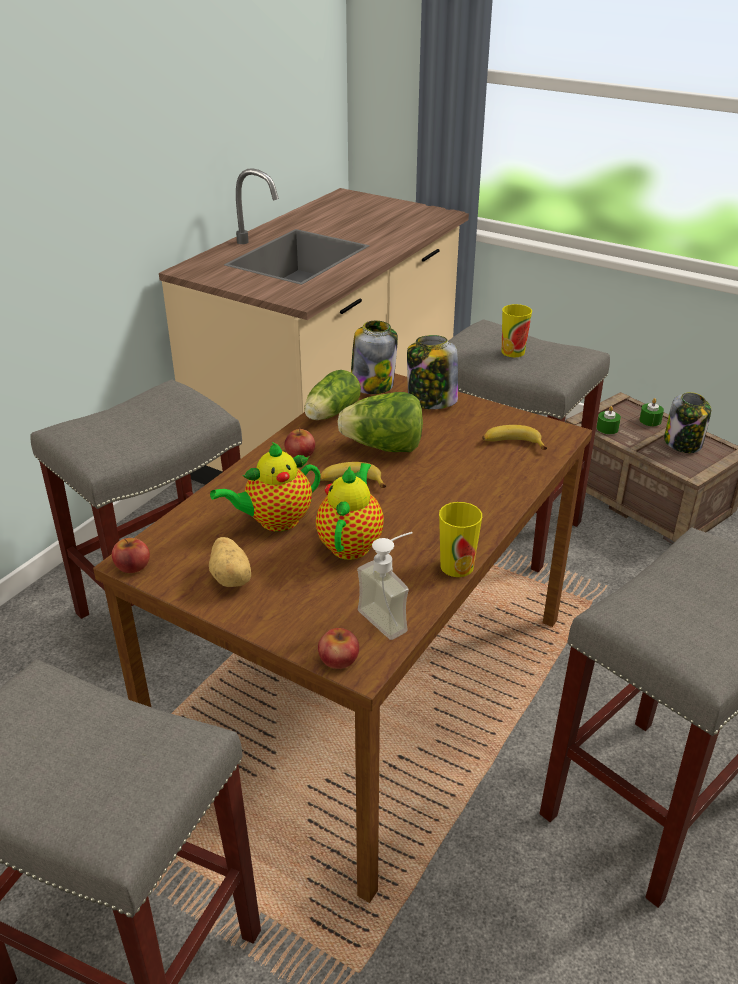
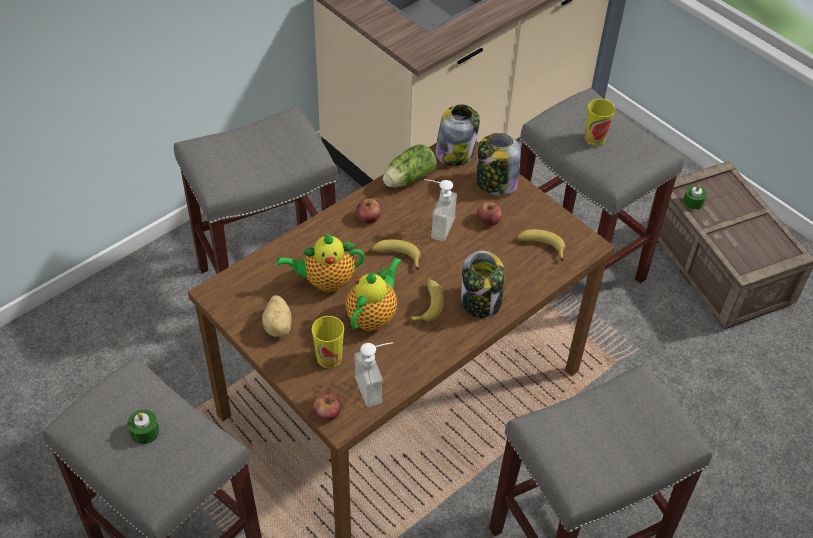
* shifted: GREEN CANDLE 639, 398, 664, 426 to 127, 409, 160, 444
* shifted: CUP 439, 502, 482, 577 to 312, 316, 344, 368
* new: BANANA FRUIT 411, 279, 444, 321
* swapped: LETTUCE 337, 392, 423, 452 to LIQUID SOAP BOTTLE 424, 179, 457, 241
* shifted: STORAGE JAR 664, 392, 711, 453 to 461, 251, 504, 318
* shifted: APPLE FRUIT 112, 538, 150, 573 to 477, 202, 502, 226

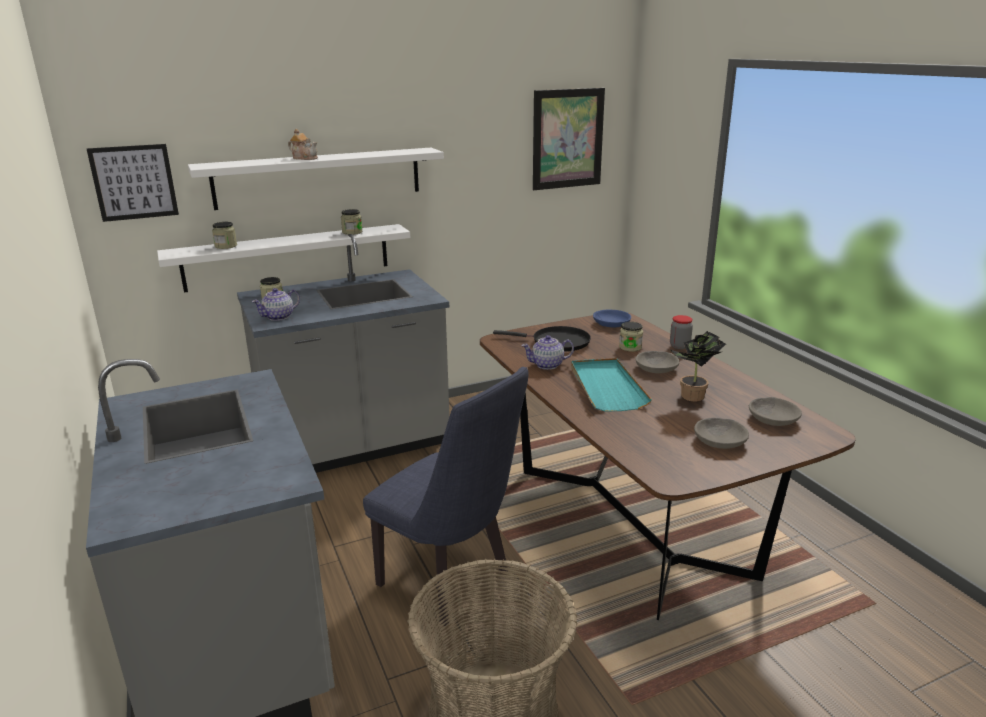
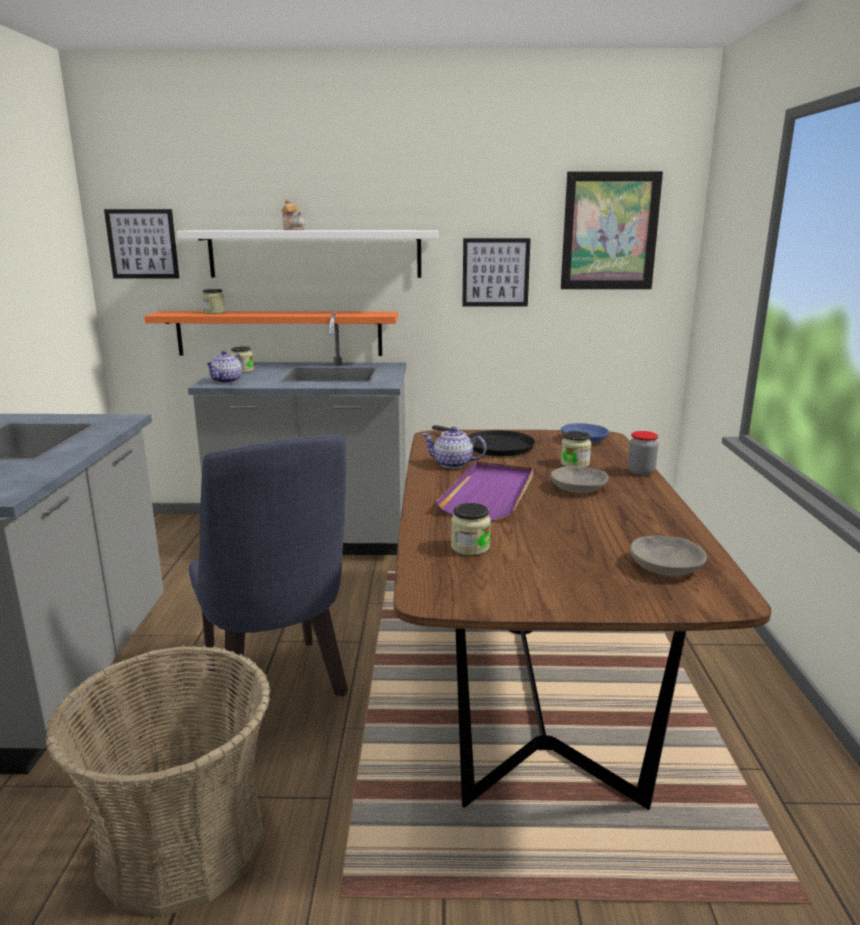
* repainted: WHITE-COLOURED SHELF 157, 224, 410, 293 to ORANGE-COLOURED SHELF 144, 311, 398, 356
* rotated: TEA POT 252, 288, 300, 321 = 206, 350, 243, 384 45 degrees counterclockwise
* repainted: TURQUOISE CARRYING TRAY 571, 358, 652, 412 to PURPLISH CARRYING TRAY 435, 462, 533, 521
* shifted: STORAGE JAR 341, 209, 362, 235 to 451, 503, 491, 555
* new: PICTURE 462, 238, 531, 307
* gone: POTTED PLANT 671, 331, 726, 401
* gone: GREYISH SERVING BOWL 694, 418, 749, 449

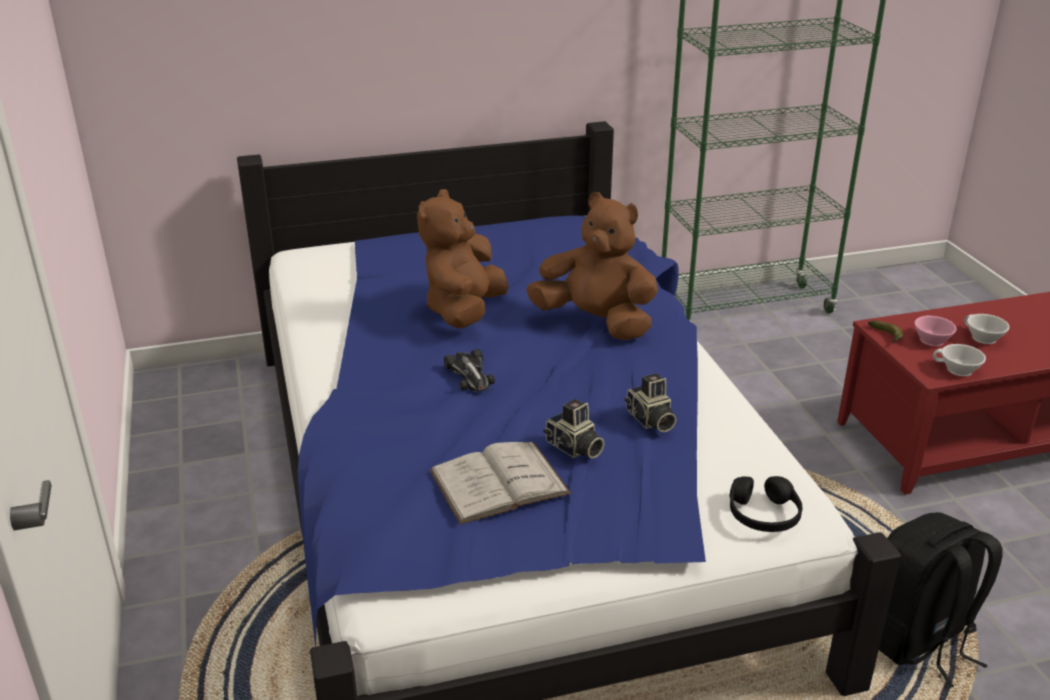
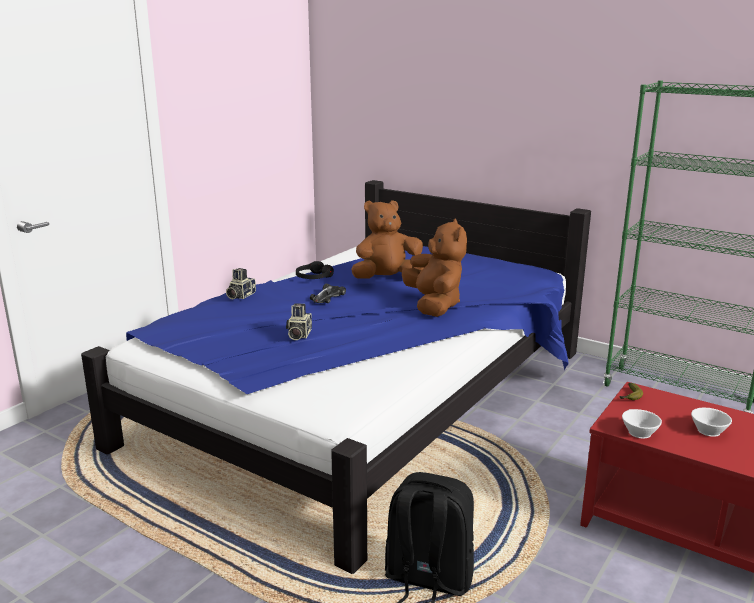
* shifted: STILL CAMERA 624, 373, 677, 432 to 226, 268, 256, 299
* shifted: BLACK-COLOURED HEADSET 729, 476, 802, 532 to 296, 261, 334, 279
* gone: WHITE-COLOURED VOLUME 429, 442, 571, 524
* gone: PINK-COLOURED CUP 914, 315, 957, 346

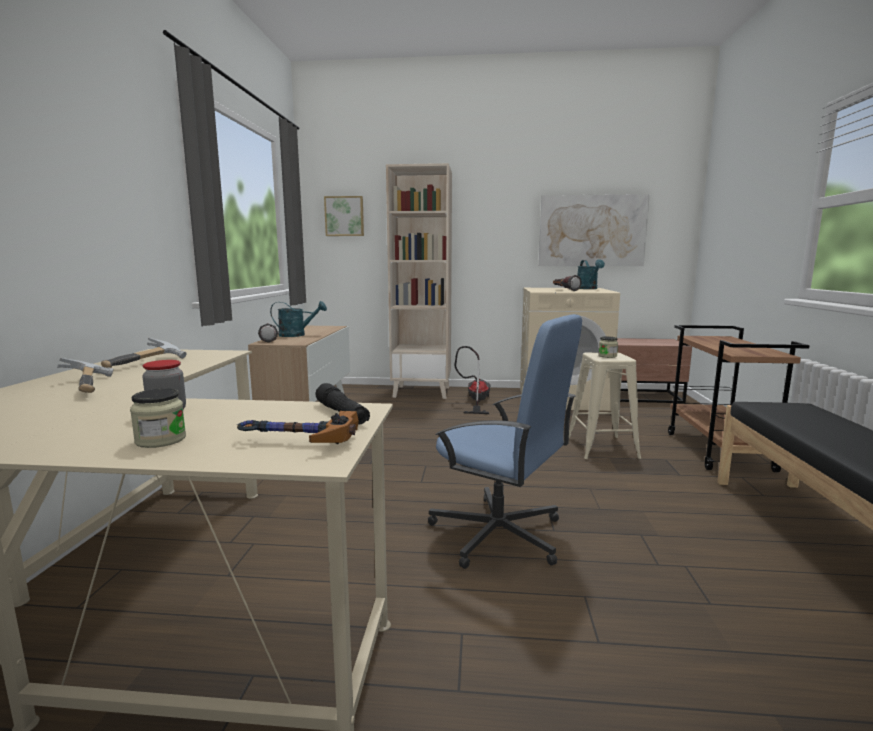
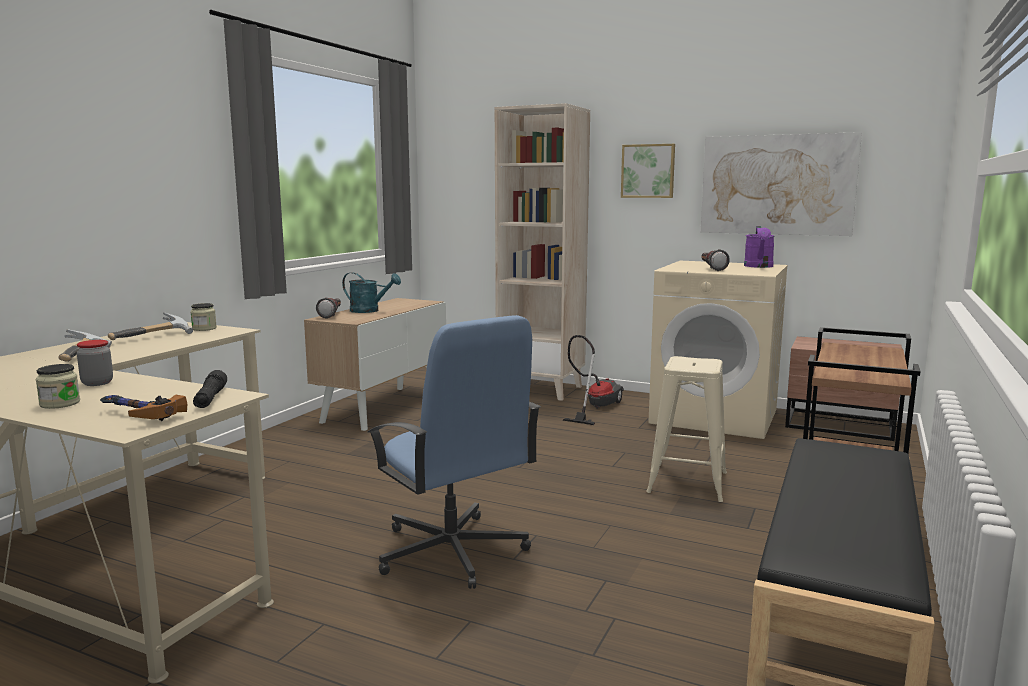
* shifted: STORAGE JAR 598, 336, 618, 358 to 190, 303, 217, 331
* shifted: PICTURE 324, 196, 364, 236 to 621, 144, 675, 198
* repainted: TURQUOISE SPRINKLING CAN 577, 259, 605, 289 to PURPLISH SPRINKLING CAN 744, 226, 775, 268

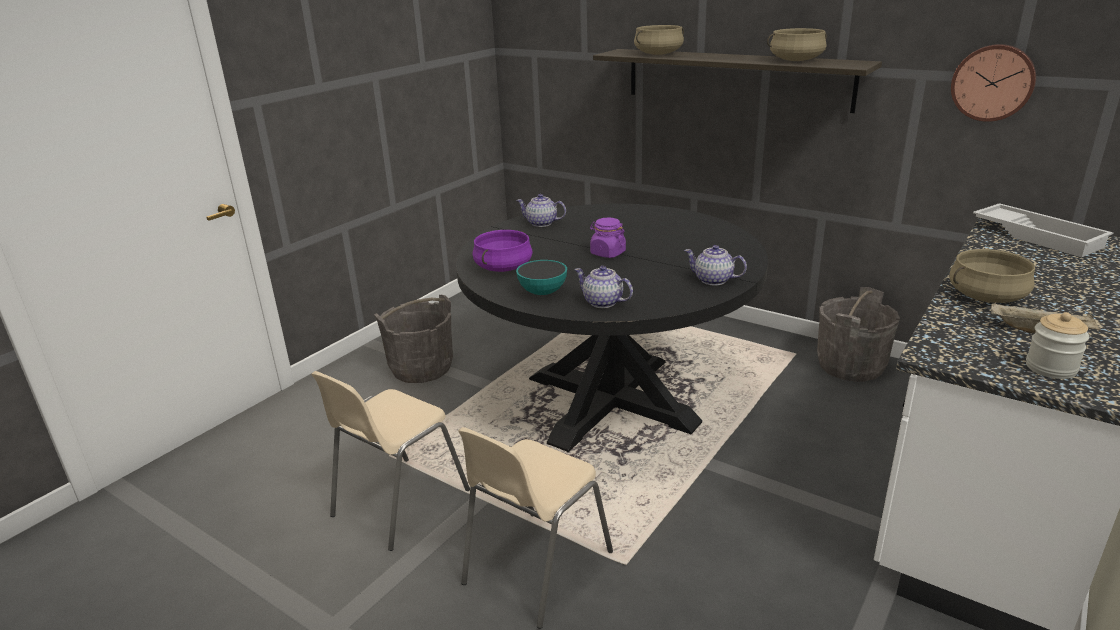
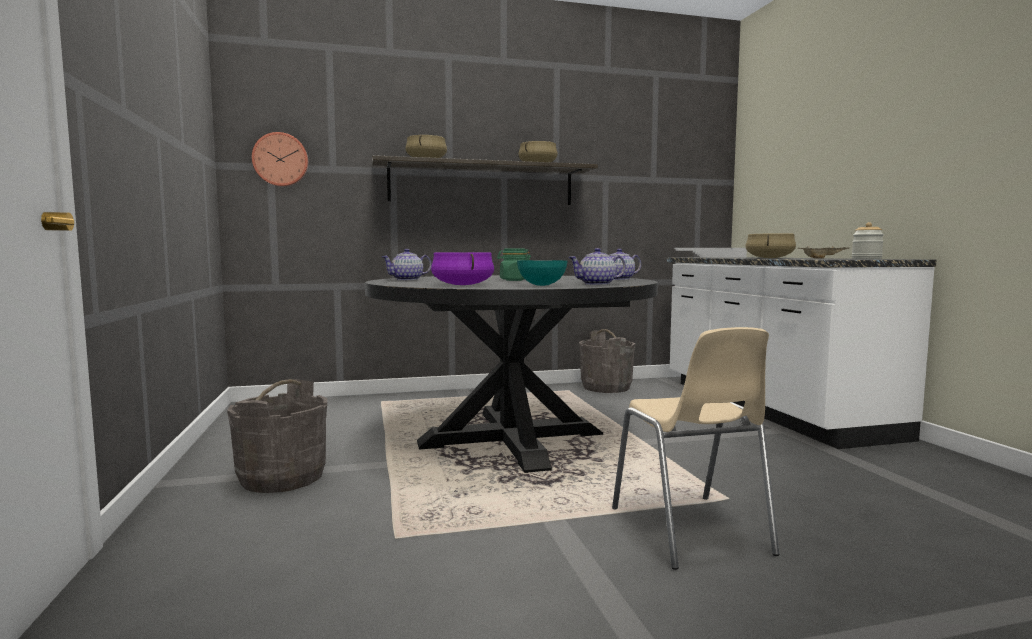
* shifted: HANGING CLOCK 951, 44, 1036, 122 to 252, 132, 308, 187
* repainted: PURPLISH STORAGE JAR 590, 218, 626, 258 to GREEN STORAGE JAR 497, 248, 531, 281
* gone: BEIGE UPRIGHT CHAIR 311, 371, 470, 551

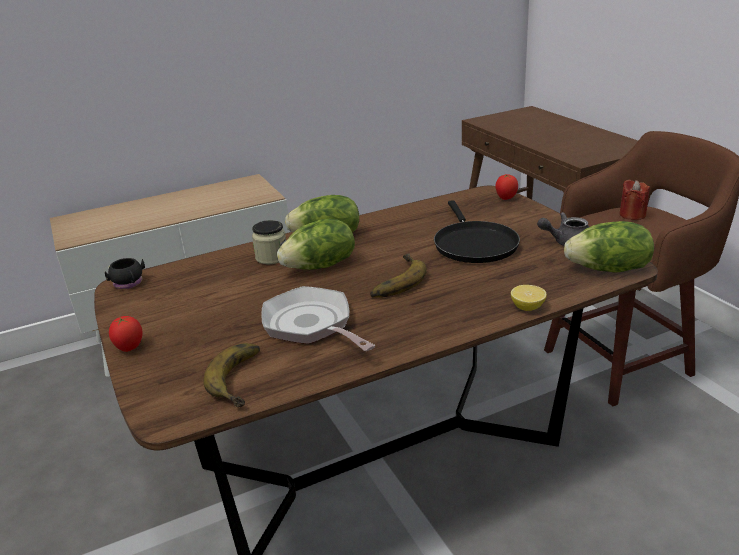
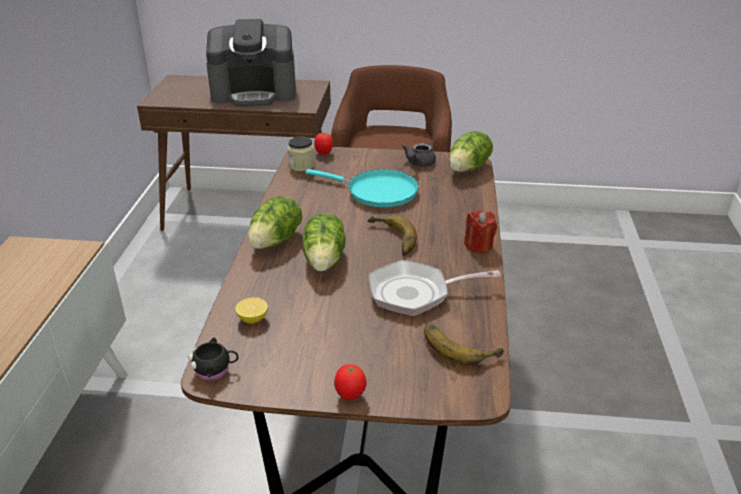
* new: COFFEE BREWER 206, 19, 296, 106
* shifted: CITRUS FRUIT 511, 285, 547, 311 to 236, 297, 268, 324
* shifted: STORAGE JAR 252, 220, 286, 264 to 288, 137, 314, 171
* repainted: BLACK-COLOURED FRYING PAN 434, 200, 520, 263 to TURQUOISE FRYING PAN 305, 169, 419, 207
* shifted: REDDISH CANDLE 619, 180, 650, 220 to 464, 209, 497, 253

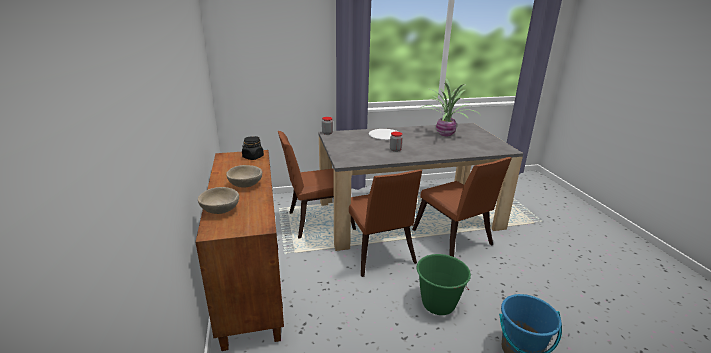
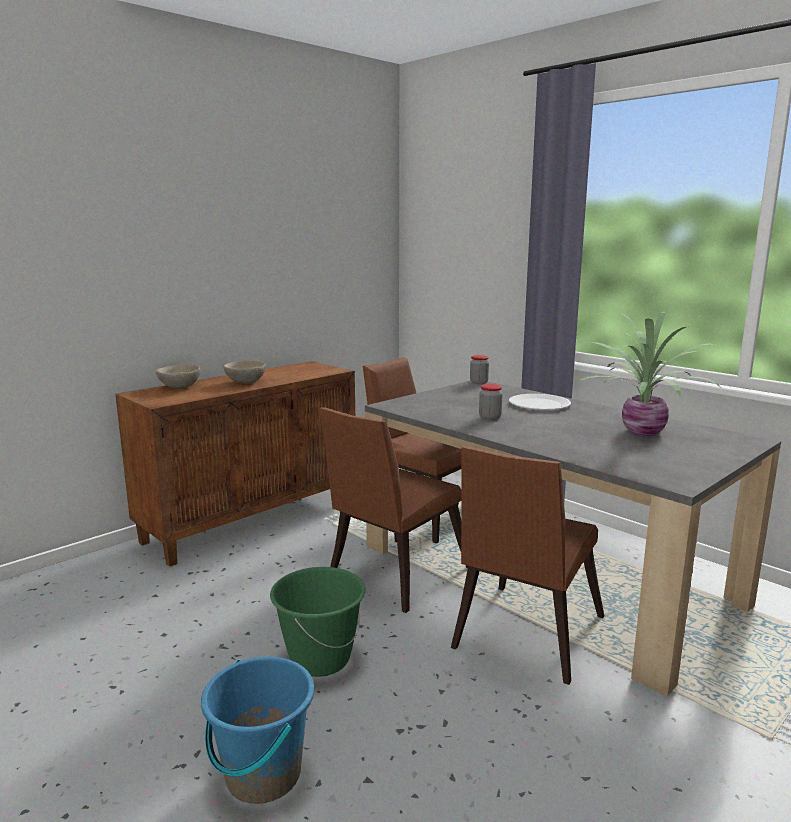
* gone: BLACK-COLOURED STORAGE JAR 242, 136, 264, 160

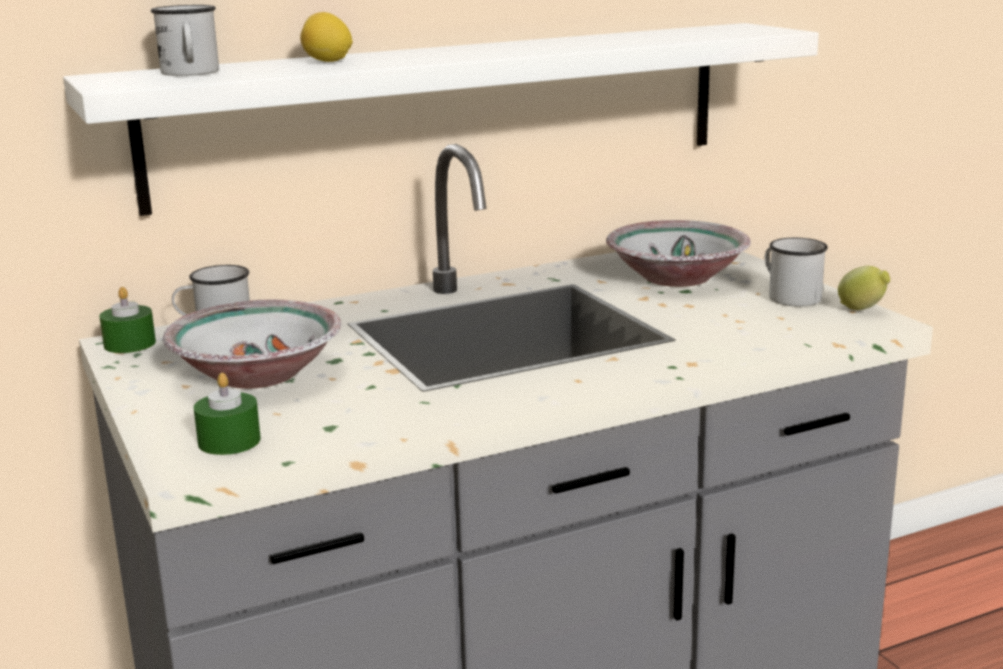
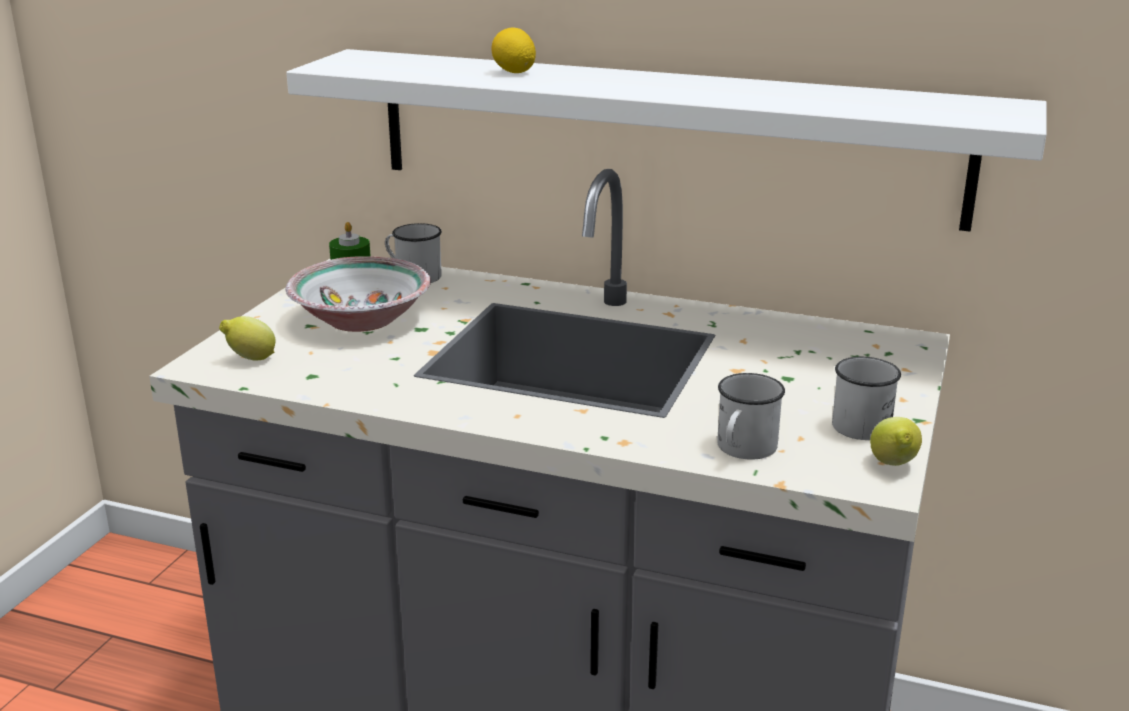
* swapped: GREEN CANDLE 193, 373, 261, 455 to CITRUS FRUIT 219, 316, 276, 360
* shifted: WHITE-COLOURED COFFEE MUG 151, 5, 219, 76 to 717, 373, 785, 460
* gone: SERVING BOWL 606, 220, 751, 287

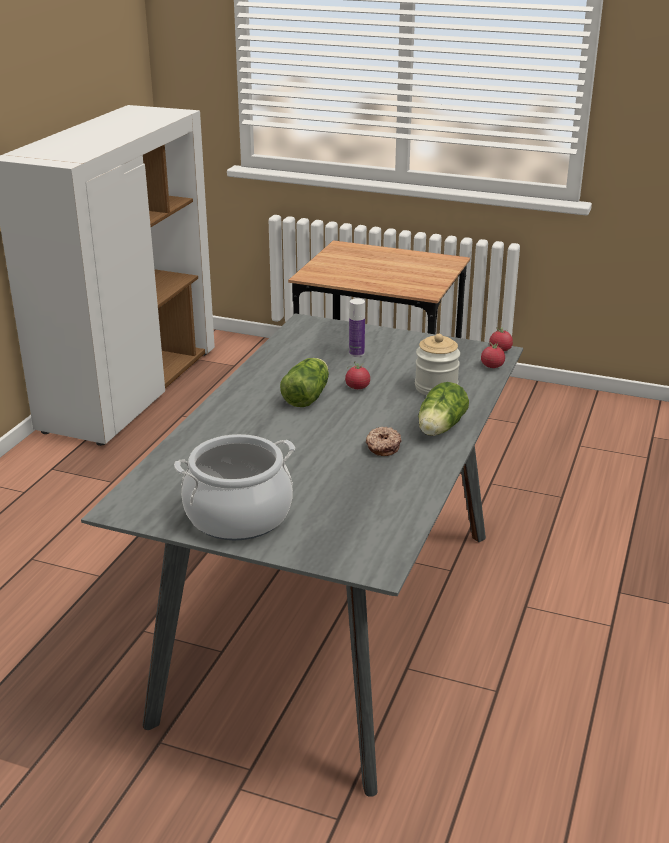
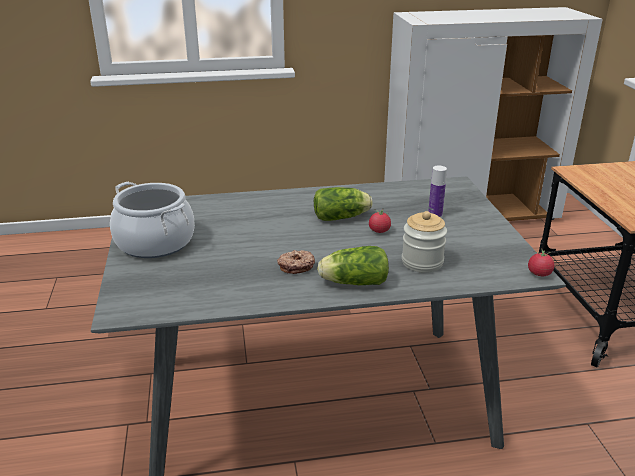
* gone: TOMATO 481, 343, 505, 368

